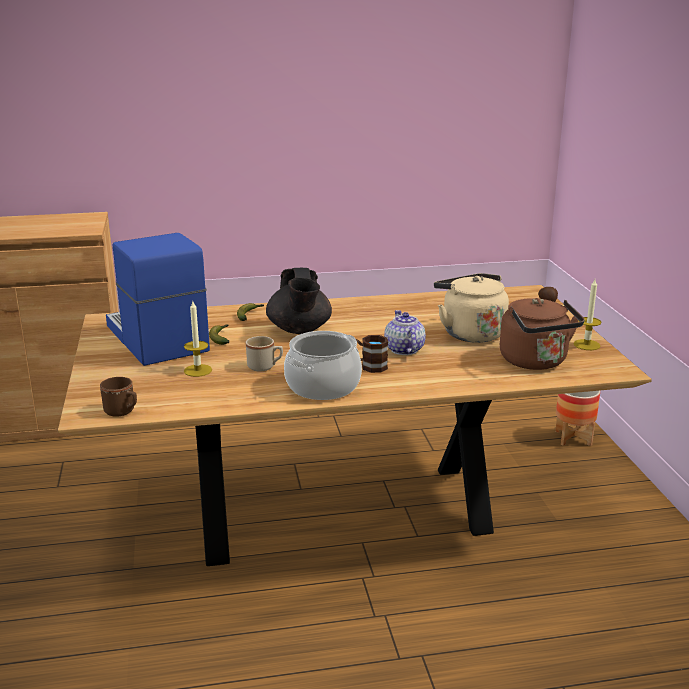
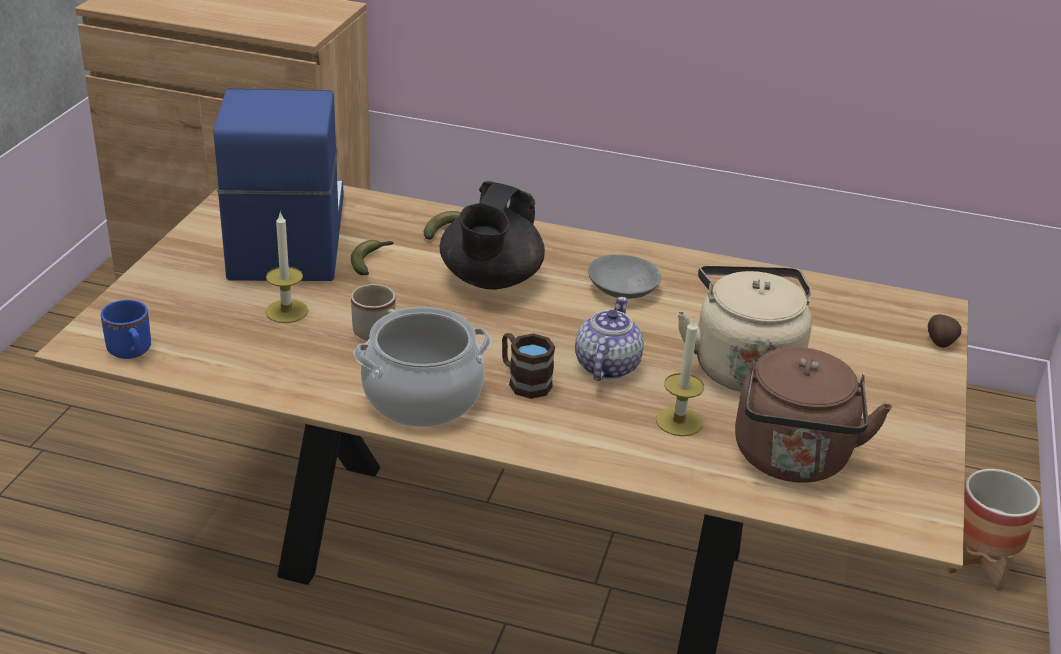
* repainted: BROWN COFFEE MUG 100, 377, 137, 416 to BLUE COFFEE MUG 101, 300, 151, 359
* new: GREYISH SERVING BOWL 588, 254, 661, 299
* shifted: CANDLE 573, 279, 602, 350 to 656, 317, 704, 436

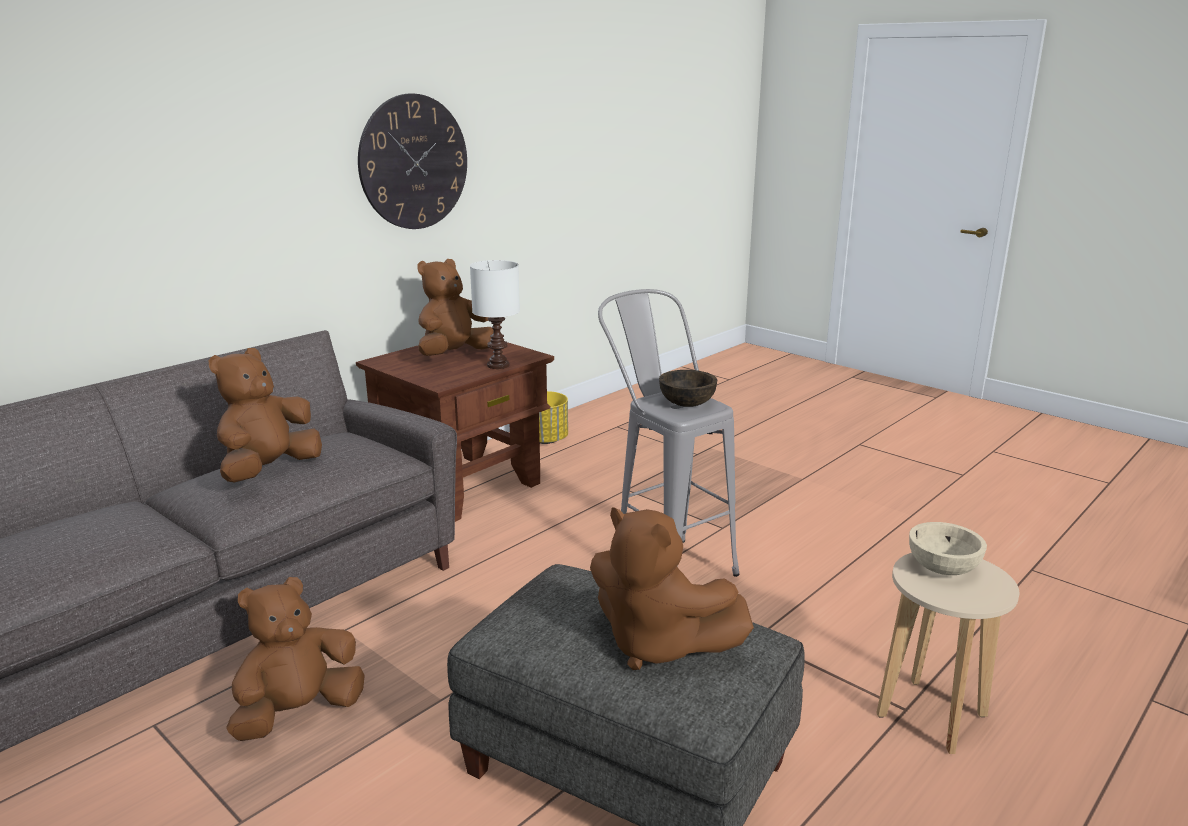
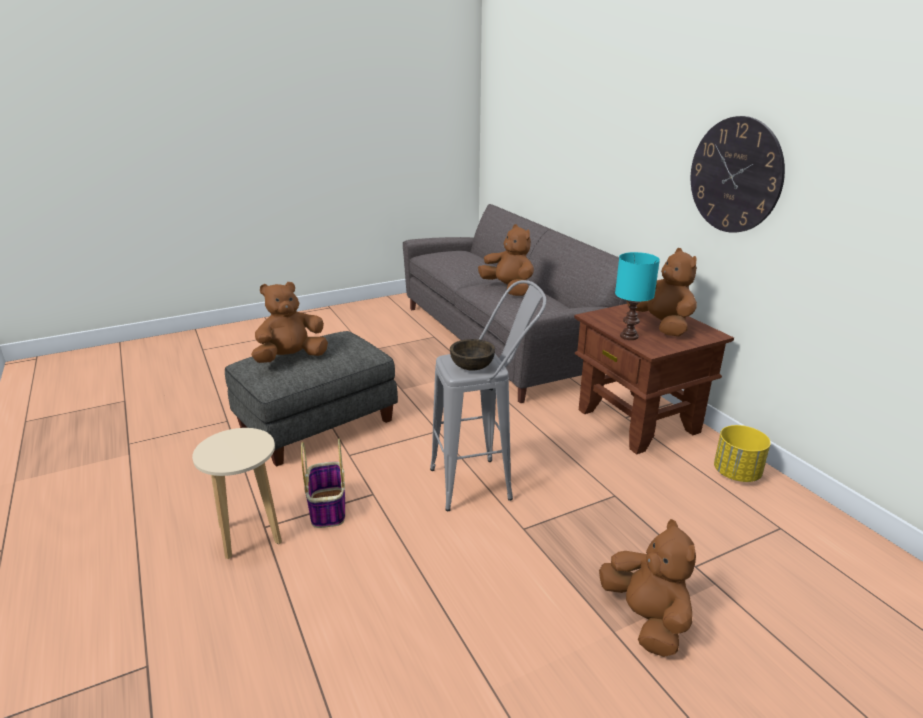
* new: BASKET 301, 439, 345, 528
* shifted: BROWN SOFT TOY 226, 577, 365, 741 to 599, 519, 696, 657
* repainted: WHITE-COLOURED TABLE LAMP 470, 260, 520, 369 to TURQUOISE TABLE LAMP 615, 252, 660, 340
* gone: BEIGE SERVING BOWL 909, 522, 987, 575

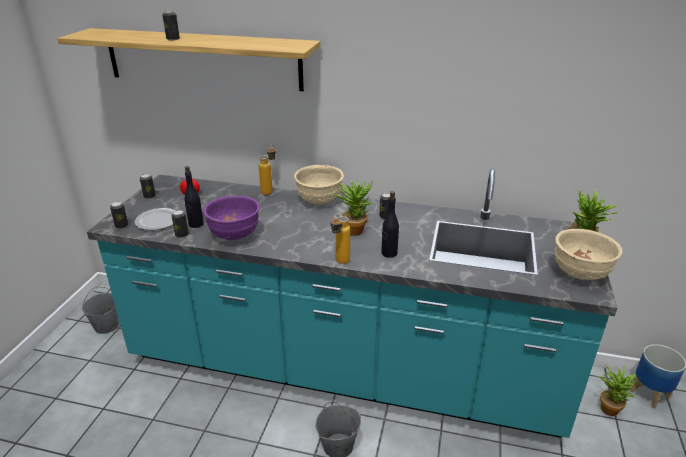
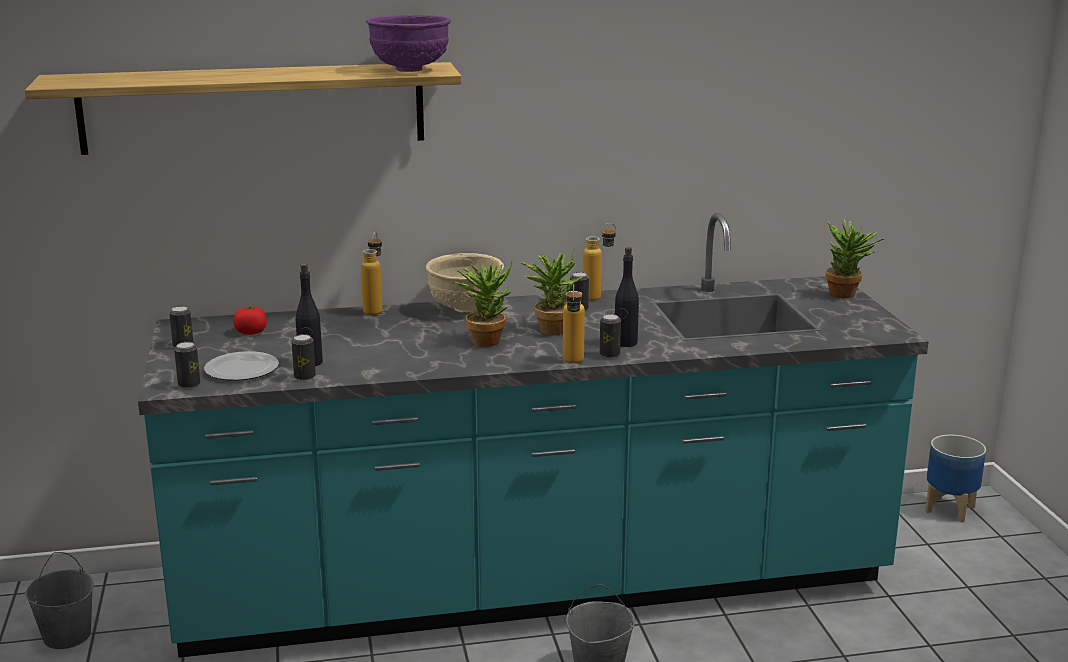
* shifted: PURPLISH SERVING BOWL 203, 195, 260, 240 to 366, 15, 451, 72
* shifted: POTTED PLANT 599, 365, 640, 416 to 455, 260, 513, 347
* new: DRINK BOTTLE 583, 223, 616, 301
* shifted: METAL CAN 162, 11, 180, 40 to 600, 314, 621, 358
* gone: BEIGE SERVING BOWL 555, 229, 623, 280

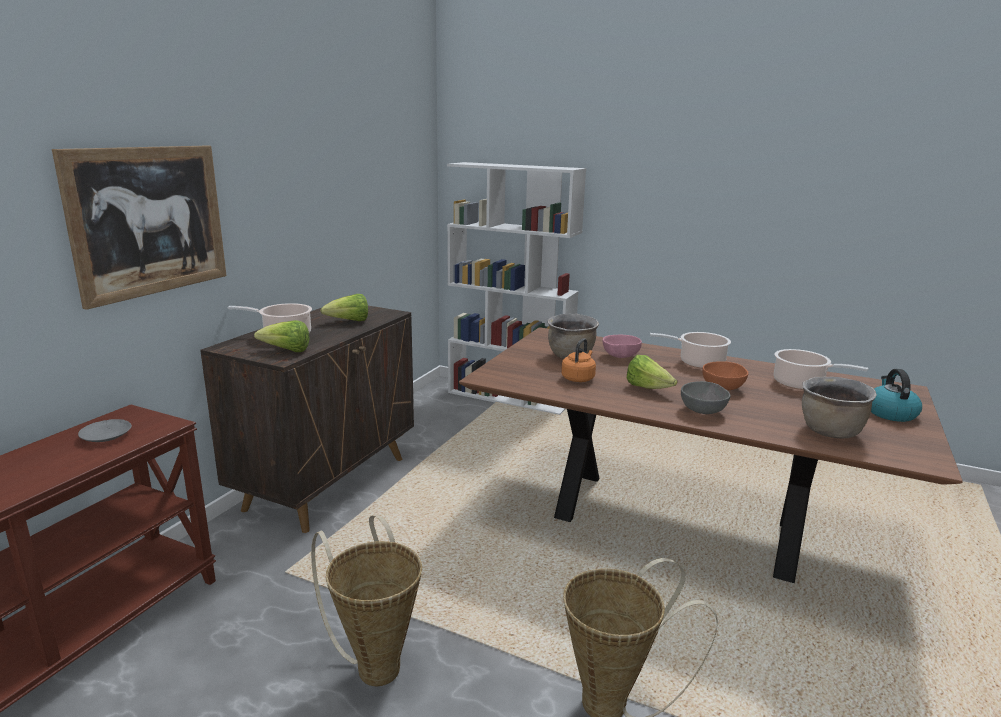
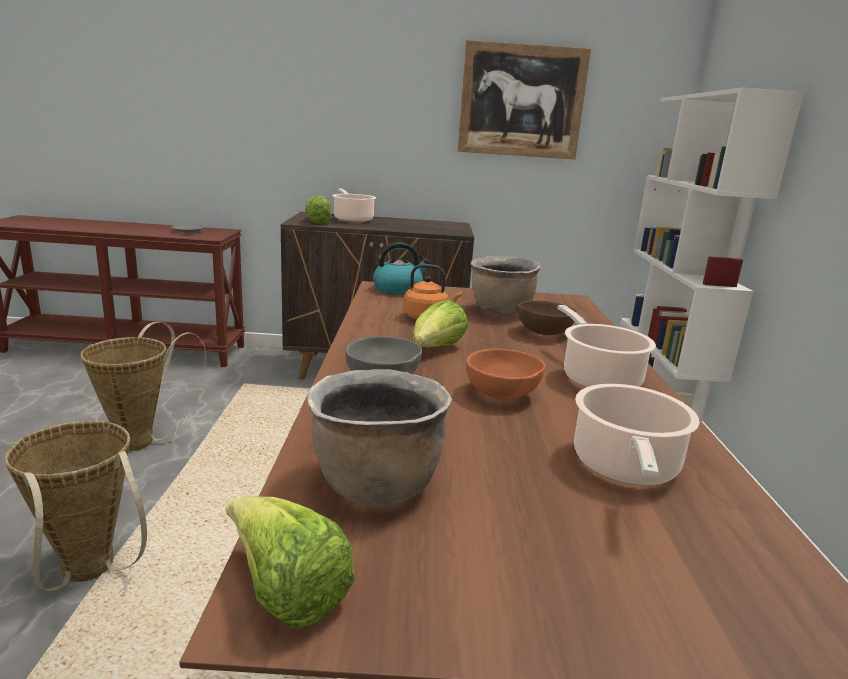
* shifted: LETTUCE 320, 294, 368, 321 to 226, 496, 355, 628
* shifted: TEA KETTLE 871, 369, 922, 422 to 373, 242, 430, 295
* shifted: PICTURE 52, 146, 226, 310 to 457, 40, 591, 159
* repainted: PINK-COLOURED SERVING BOWL 603, 335, 642, 358 to BROWN SERVING BOWL 517, 300, 577, 335

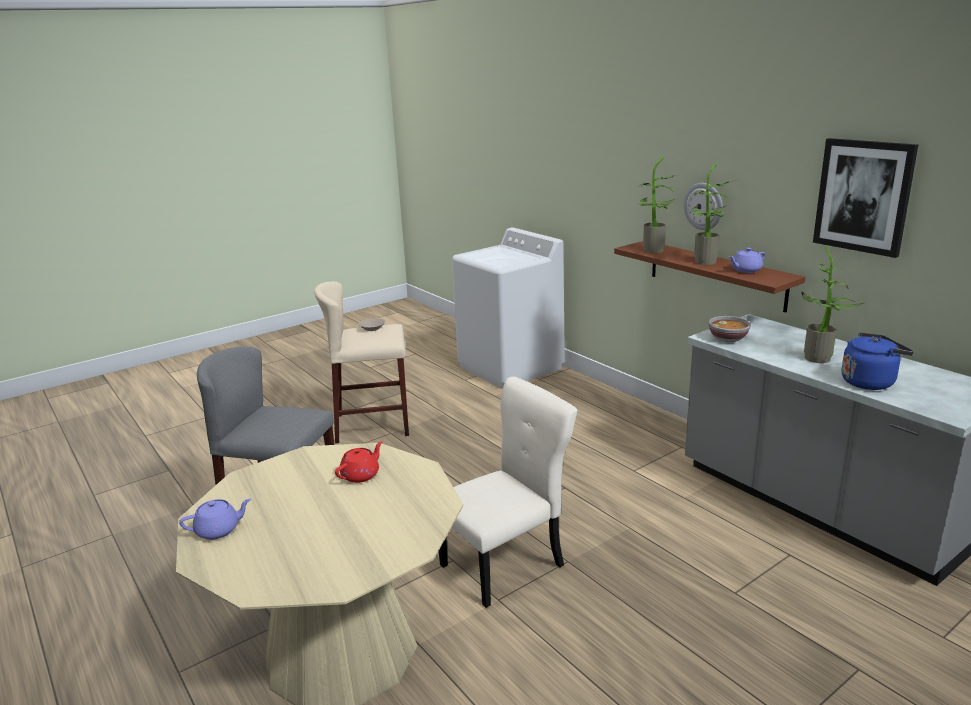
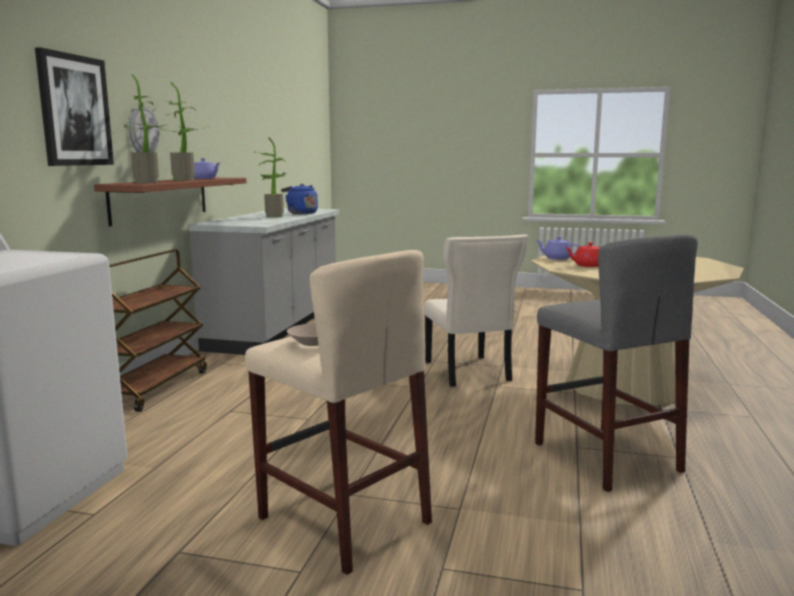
* shifted: PICTURE 813, 138, 918, 258 to 35, 47, 114, 166
* new: BROWN TROLLEY 109, 249, 207, 412
* rotated: BEIGE UPRIGHT CHAIR 439, 377, 577, 608 = 424, 234, 528, 387 120 degrees counterclockwise
* shifted: PURPLISH TEA POT 179, 499, 251, 540 to 536, 236, 580, 260
* gone: SERVING BOWL 709, 316, 751, 342

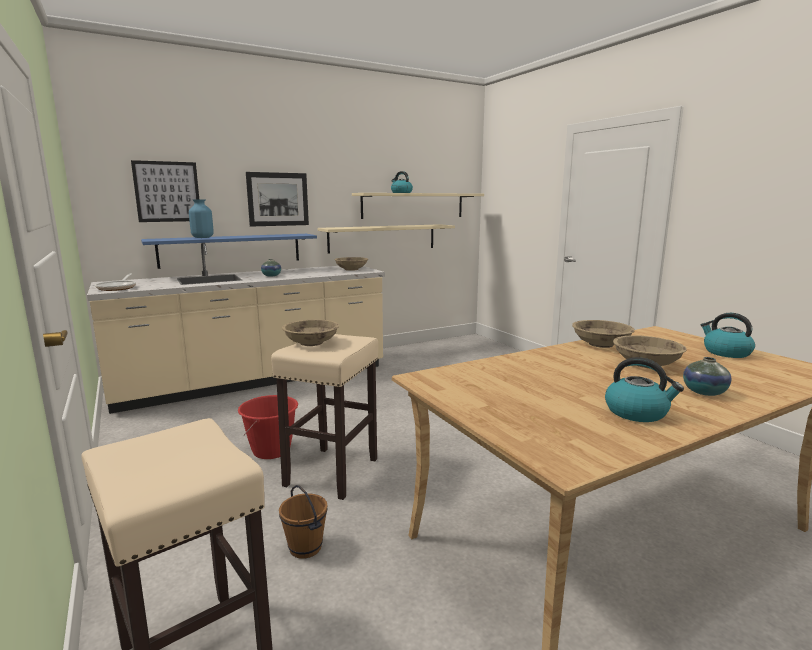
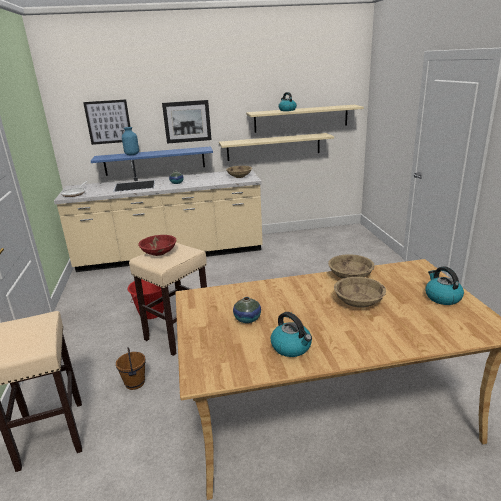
* repainted: BEIGE SERVING BOWL 282, 319, 339, 346 to REDDISH SERVING BOWL 138, 235, 177, 256
* shifted: FLOWER VASE 683, 357, 732, 396 to 233, 297, 261, 323

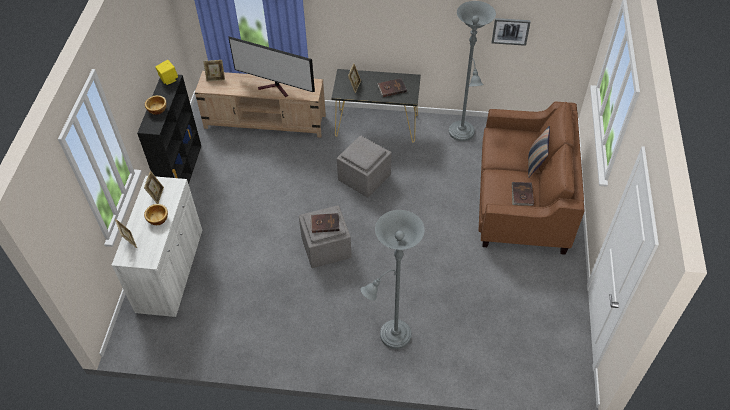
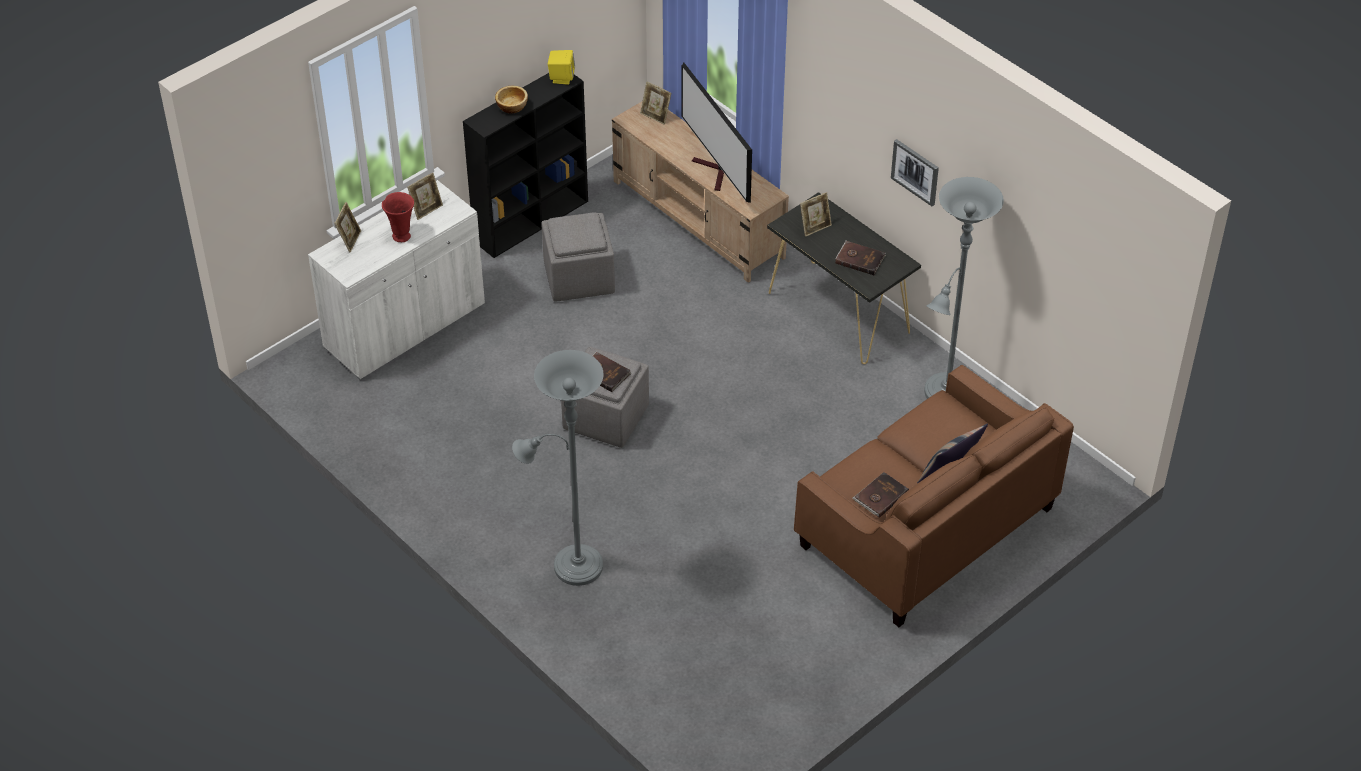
* swapped: SERVING BOWL 144, 204, 168, 225 to REDDISH FLOWER VASE 382, 192, 414, 242
* shifted: GREYISH POUFFE 337, 136, 391, 197 to 541, 212, 615, 302
* shifted: PICTURE 492, 18, 531, 46 to 891, 139, 939, 206

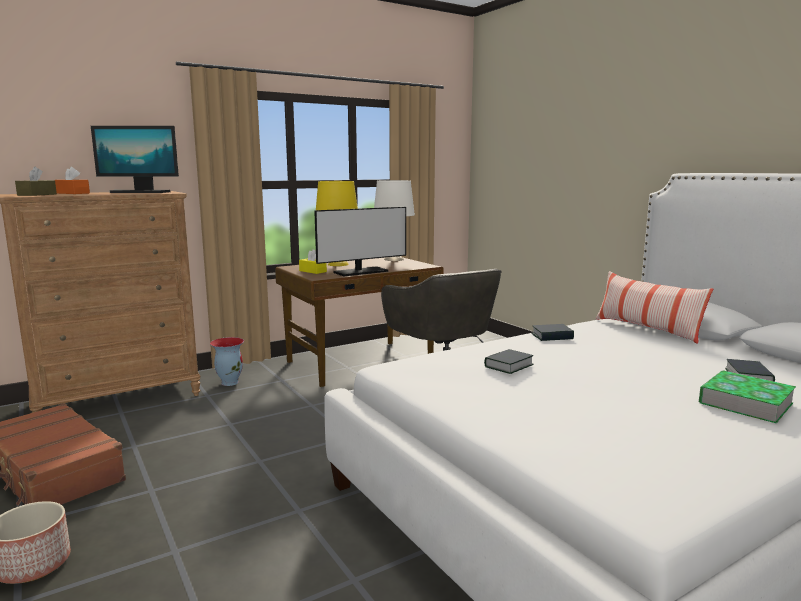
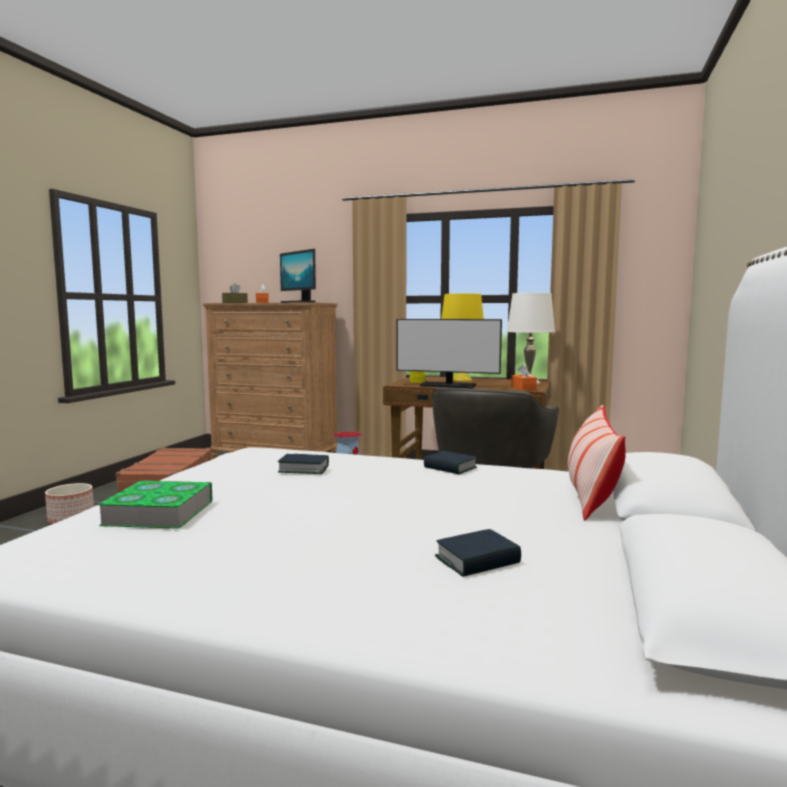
* shifted: VOLUME 699, 370, 796, 423 to 98, 481, 213, 529
* new: ORANGE-COLOURED TISSUE HOLDER 511, 364, 537, 391

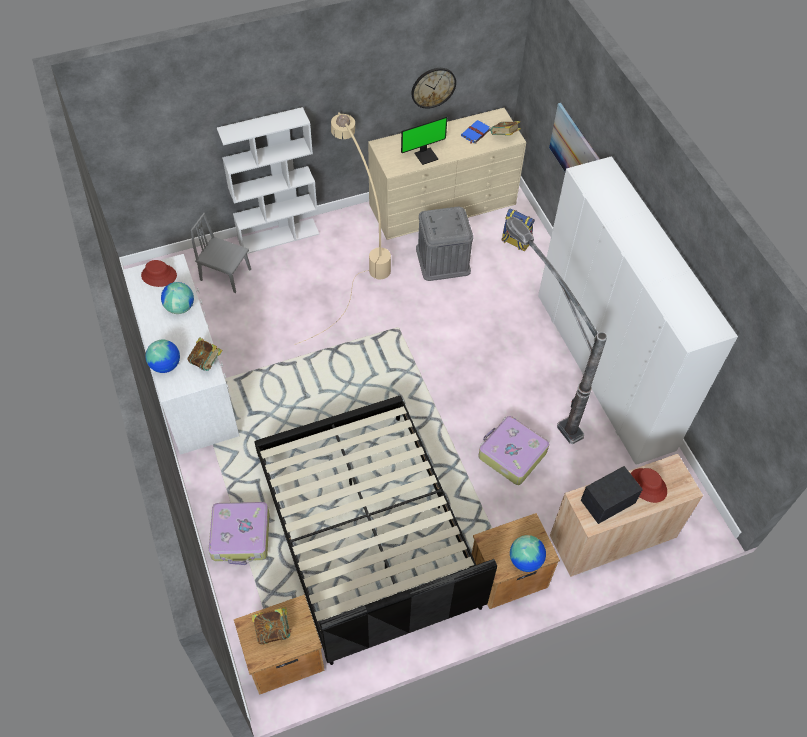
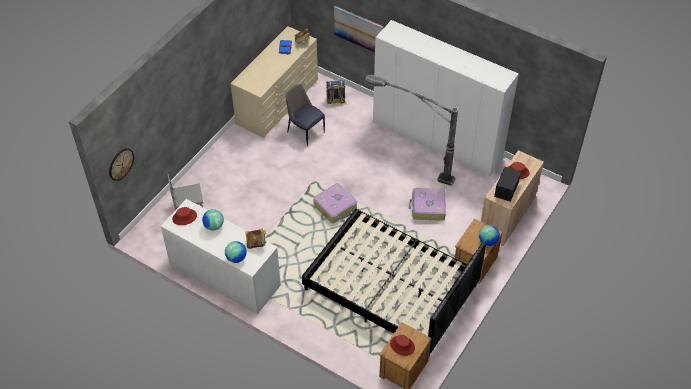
* shifted: HANGING CLOCK 411, 68, 456, 109 to 109, 148, 134, 181
* swapped: GREYISH STORAGE BIN 416, 207, 473, 281 to UPRIGHT CHAIR 285, 84, 325, 146
* shifted: PIECE OF LUGGAGE 208, 502, 270, 565 to 313, 183, 357, 223
* swapped: VOLUME 251, 607, 292, 645 to REDDISH CLOTHING HAT 390, 335, 415, 356
* gone: WHITE-COLOURED BOOKSHELF 217, 107, 319, 254
* gone: BEIGE FLOOR LAMP 294, 112, 391, 345
* gone: MONITOR 401, 117, 447, 165

